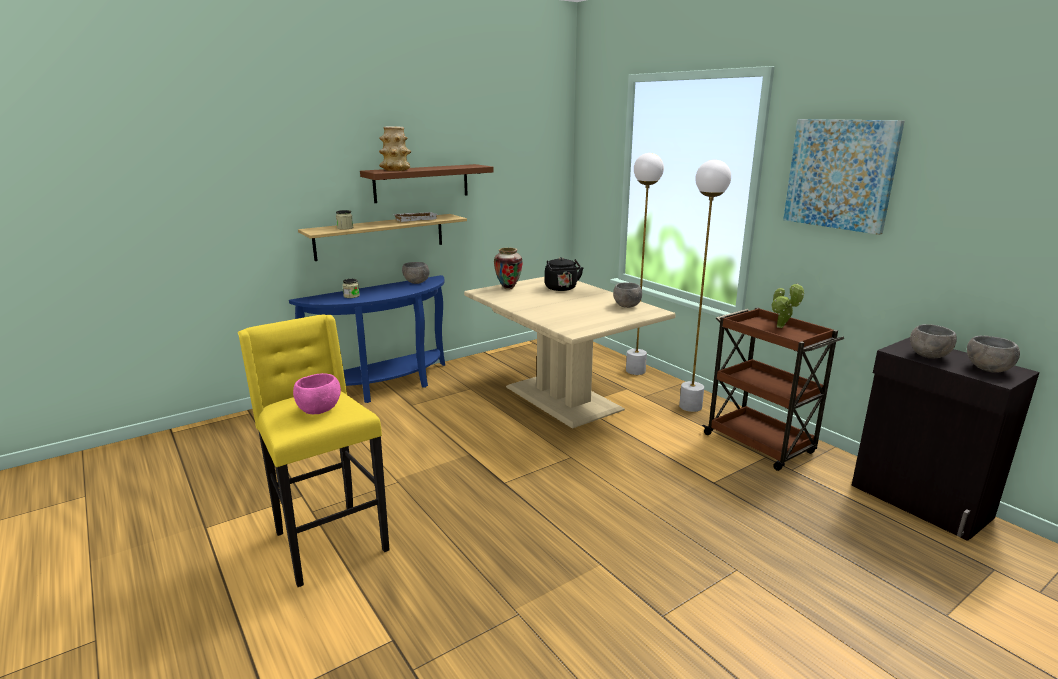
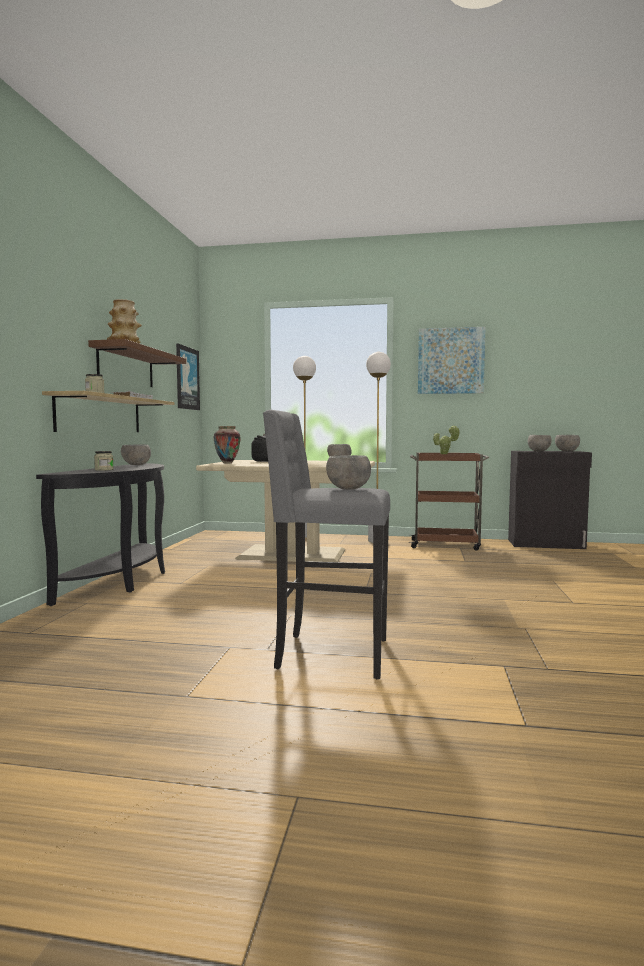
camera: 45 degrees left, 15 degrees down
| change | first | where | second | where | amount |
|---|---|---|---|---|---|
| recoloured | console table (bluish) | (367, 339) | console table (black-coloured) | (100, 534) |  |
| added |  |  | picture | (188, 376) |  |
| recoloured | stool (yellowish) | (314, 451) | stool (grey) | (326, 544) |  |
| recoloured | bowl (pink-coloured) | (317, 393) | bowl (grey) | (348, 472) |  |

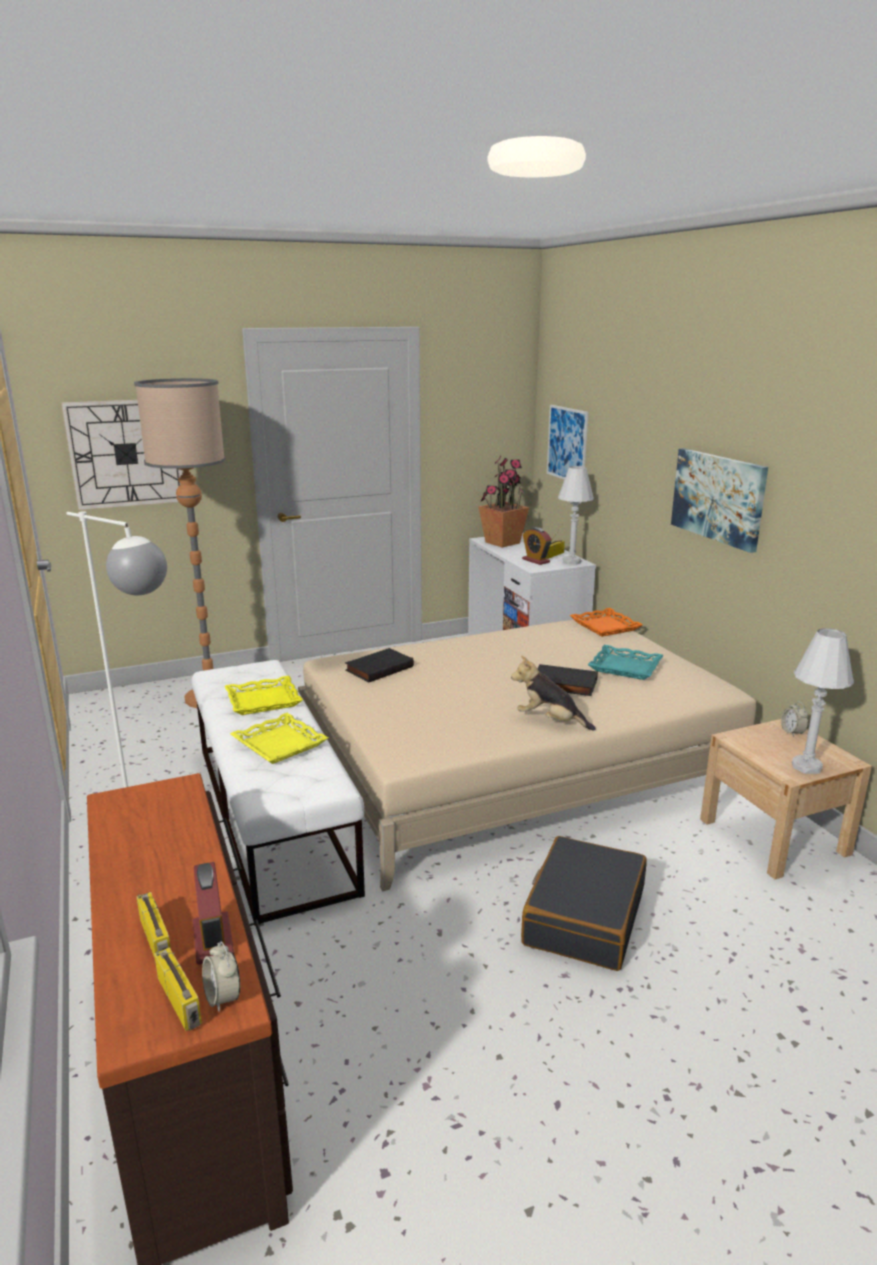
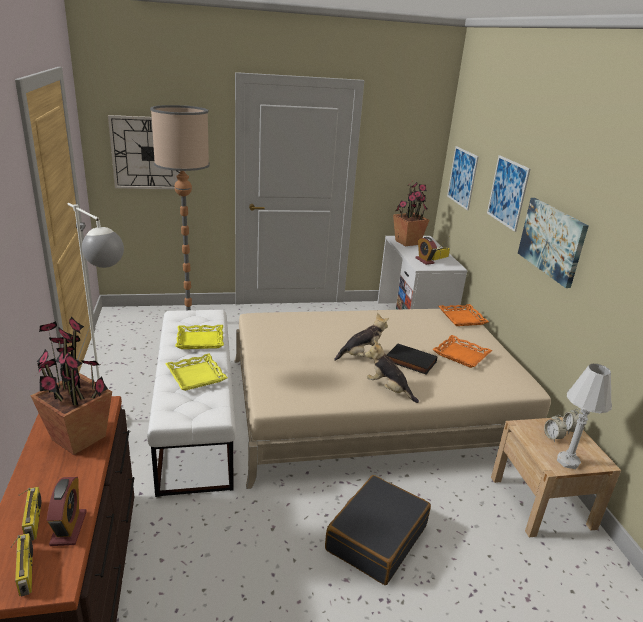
camera: 10 degrees right, 5 degrees up
| change | first | where | second | where | amount |
|---|---|---|---|---|---|
| added |  |  | potted plant | (71, 386) |  |
| added |  |  | soft toy | (361, 337) |  |
| recoloured | carrying tray (blue-green) | (626, 662) | carrying tray (orange) | (462, 351) |  |
| added |  |  | picture | (508, 193) |  |
| moved | table clock | (221, 976) |  | (555, 428) |  |
| removed | bound book (black-coloured) | (379, 665) |  |  |  |
| removed | lamp for a table (white) | (576, 515) |  |  |  |

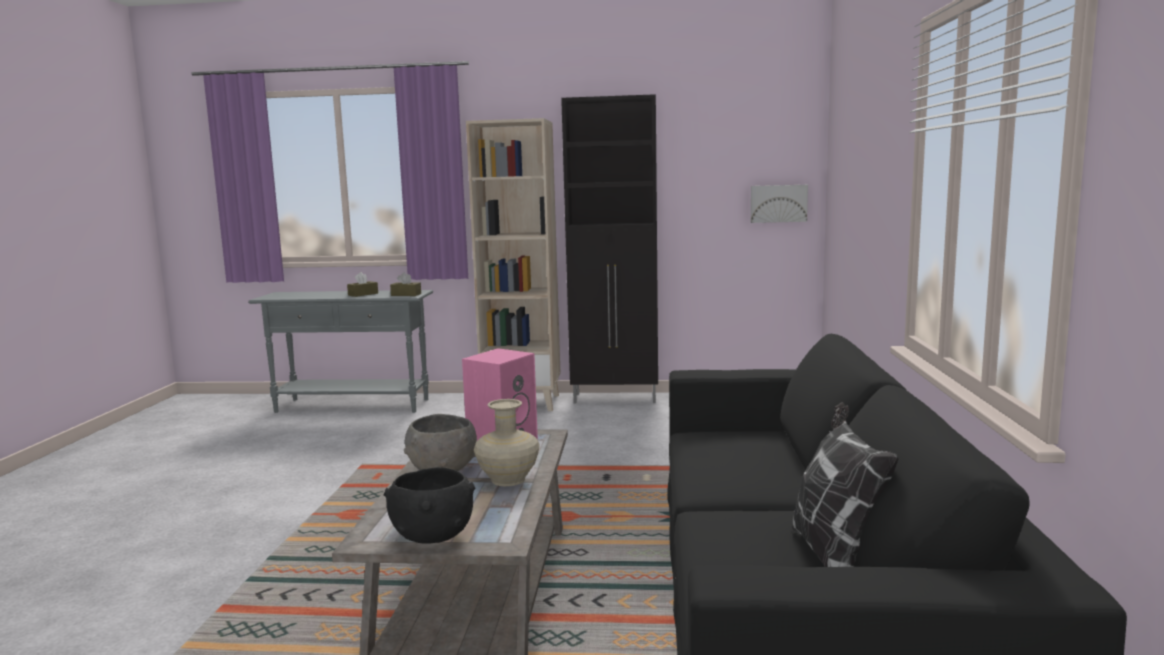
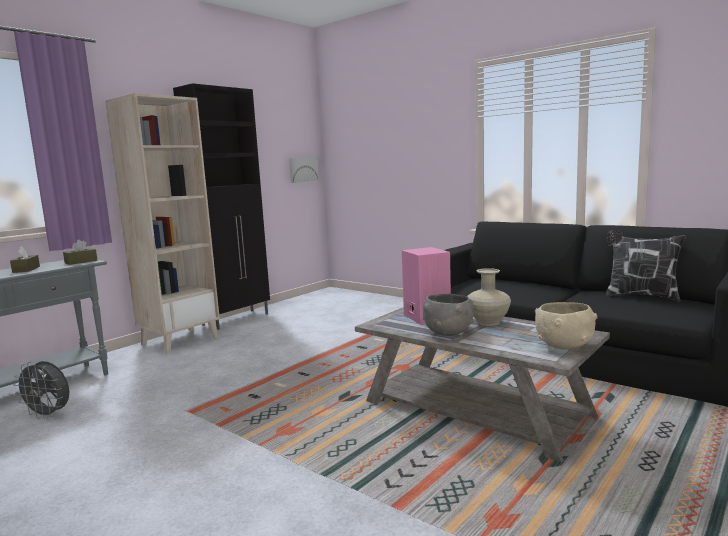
camera: 55 degrees left, 0 degrees up
| change | first | where | second | where | amount |
|---|---|---|---|---|---|
| added |  |  | cooling fan (grey) | (41, 390) |  |
| recoloured | bowl (black-coloured) | (429, 505) | bowl (beige-coloured) | (566, 326) |  |

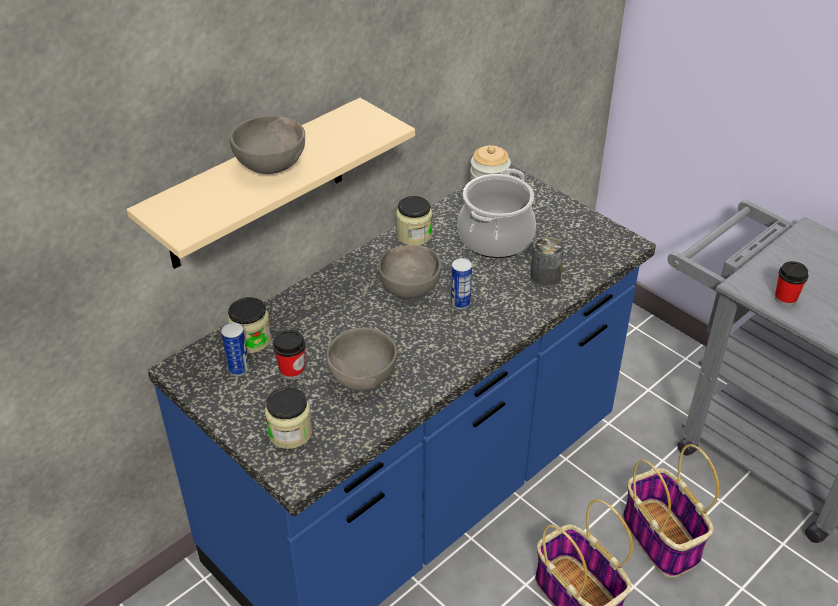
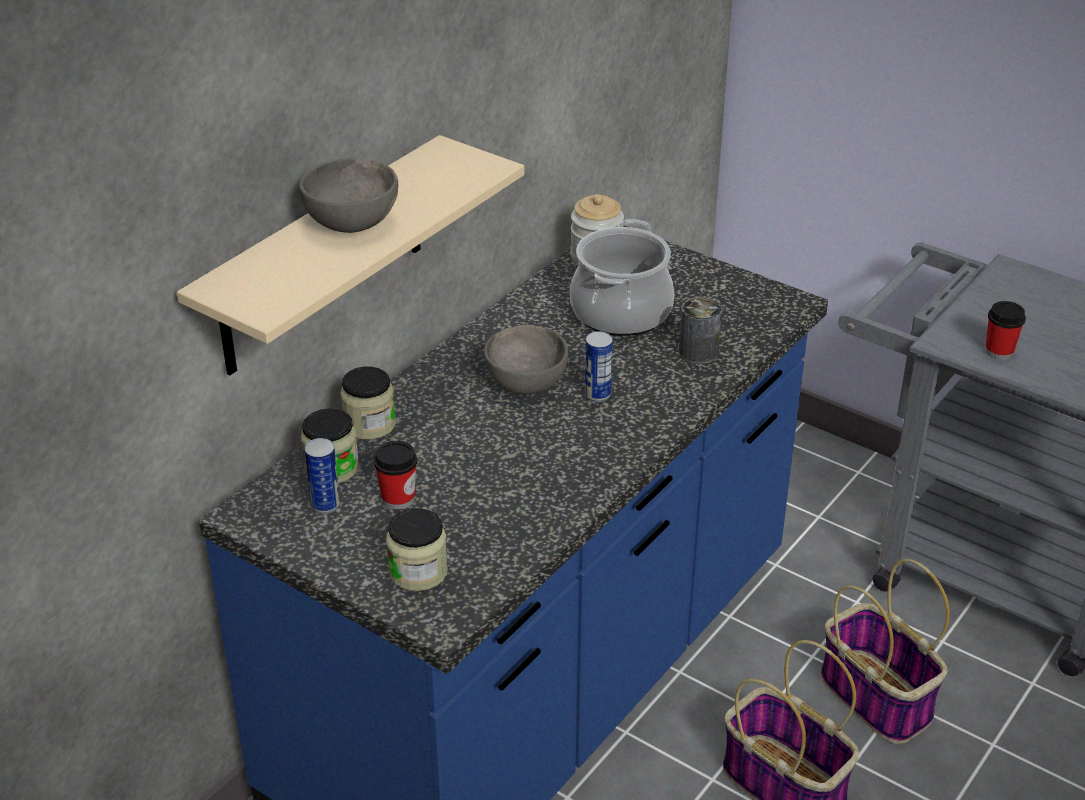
camera: 10 degrees left, 5 degrees down
| change | first | where | second | where | amount |
|---|---|---|---|---|---|
| moved | preserve jar | (414, 220) |  | (368, 403) |  |
| removed | bowl (grey) | (361, 359) |  |  |  |

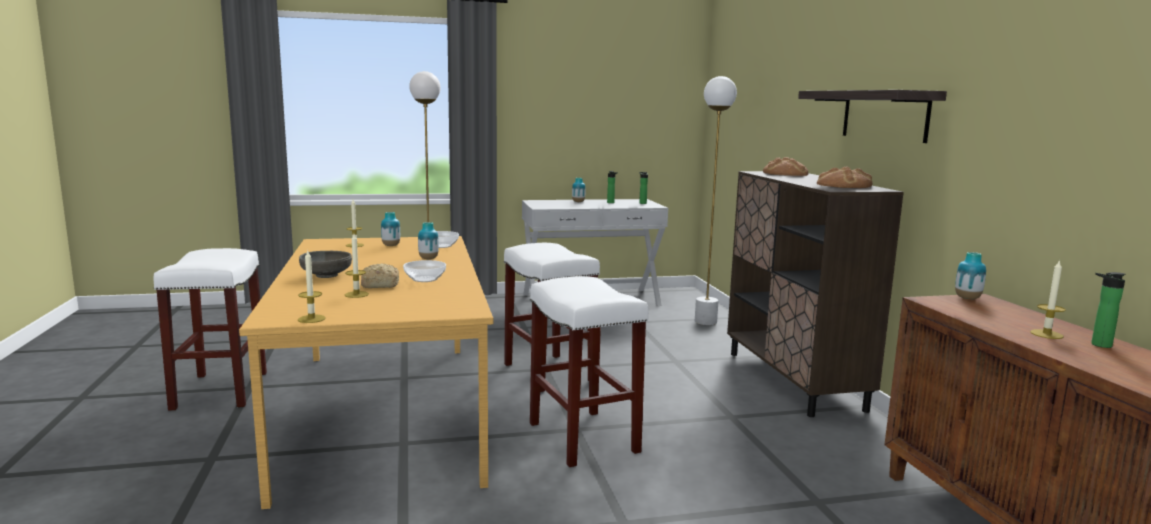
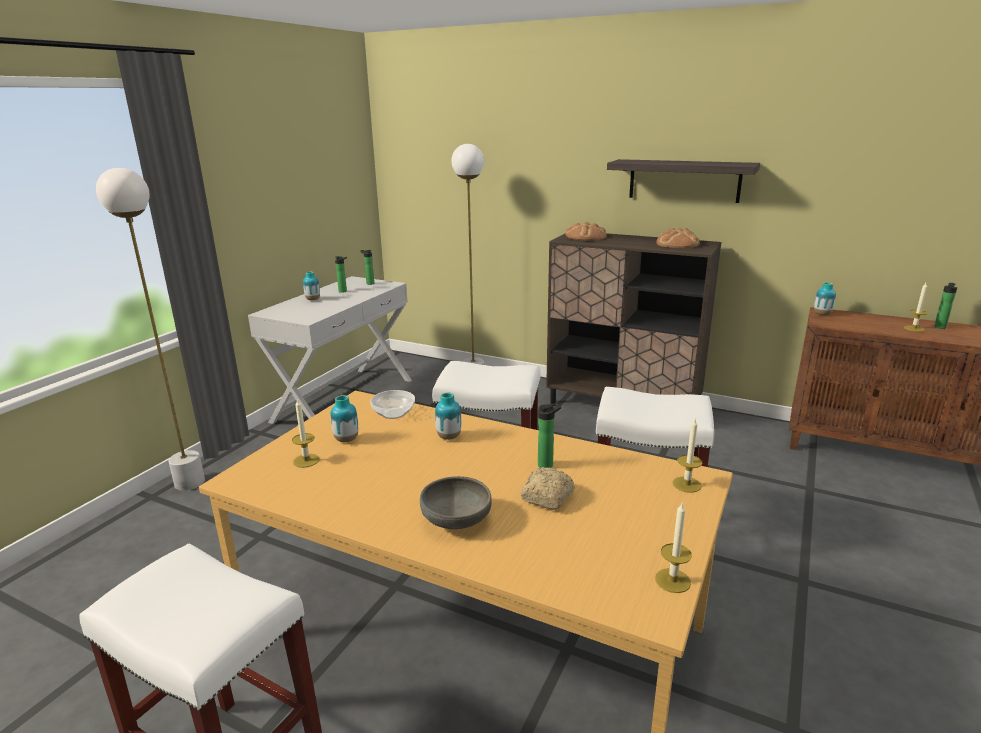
camera: 50 degrees left, 10 degrees up
| change | first | where | second | where | amount |
|---|---|---|---|---|---|
| replaced | bowl | (424, 271) | beverage bottle | (549, 435) |  |
| moved | candle | (357, 266) |  | (687, 456) |  |

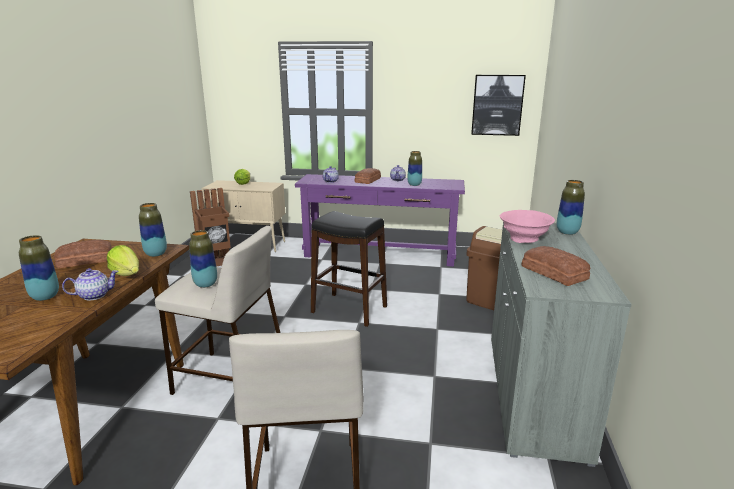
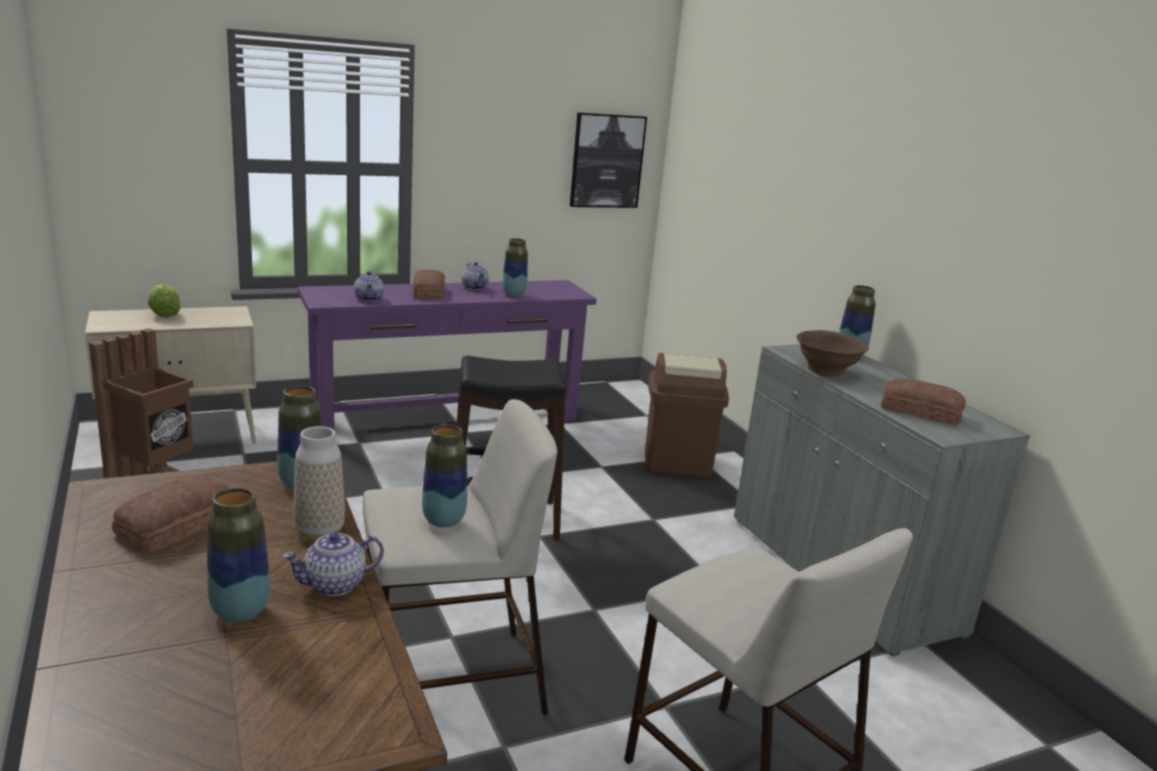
camera: 35 degrees left, 0 degrees up
| change | first | where | second | where | amount |
|---|---|---|---|---|---|
| turned | tea pot | (90, 284) |  | (333, 564) | 150 degrees counterclockwise |
| replaced | head of lettuce | (123, 260) | vase | (319, 483) |  |
| recoloured | bowl (pink-coloured) | (527, 226) | bowl (brown) | (832, 353) |  |

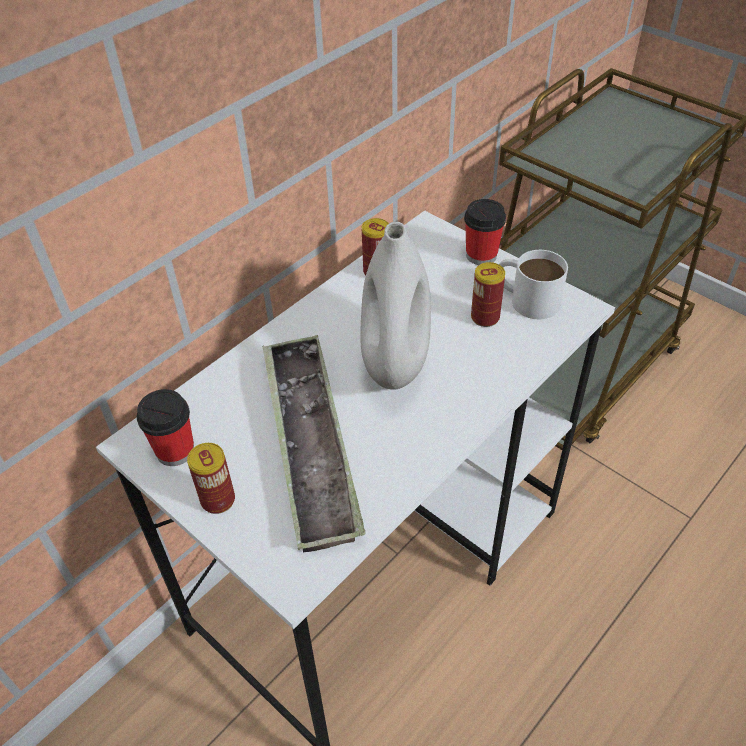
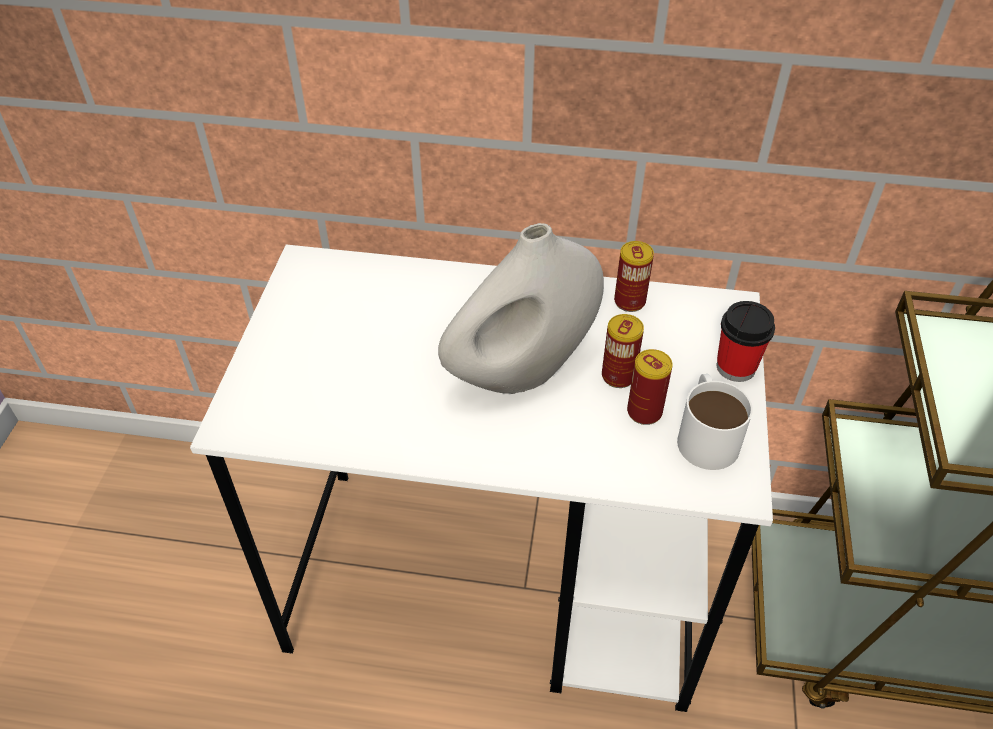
camera: 55 degrees right, 0 degrees up
| change | first | where | second | where | amount |
|---|---|---|---|---|---|
| moved | metal can | (211, 478) |  | (623, 351) |  |
| removed | small cup | (165, 427) |  |  |  |
| removed | carrying tray | (314, 443) |  |  |  |

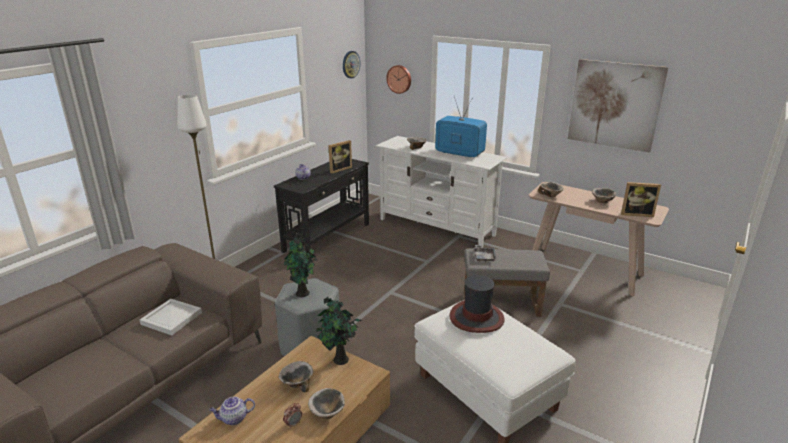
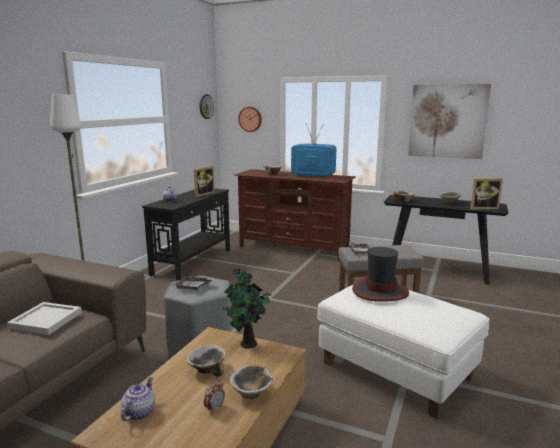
camera: 10 degrees left, 10 degrees down
| change | first | where | second | where | amount |
|---|---|---|---|---|---|
| turned | tea pot | (232, 410) |  | (138, 399) | 135 degrees clockwise |
| replaced | potted plant | (300, 267) | carrying tray (grey) | (194, 282) |  |
| recoloured | tv unit (white) | (442, 192) | tv unit (brown) | (295, 215) |  |
| recoloured | console table (beige-coloured) | (599, 239) | console table (black-coloured) | (446, 240) |  |

